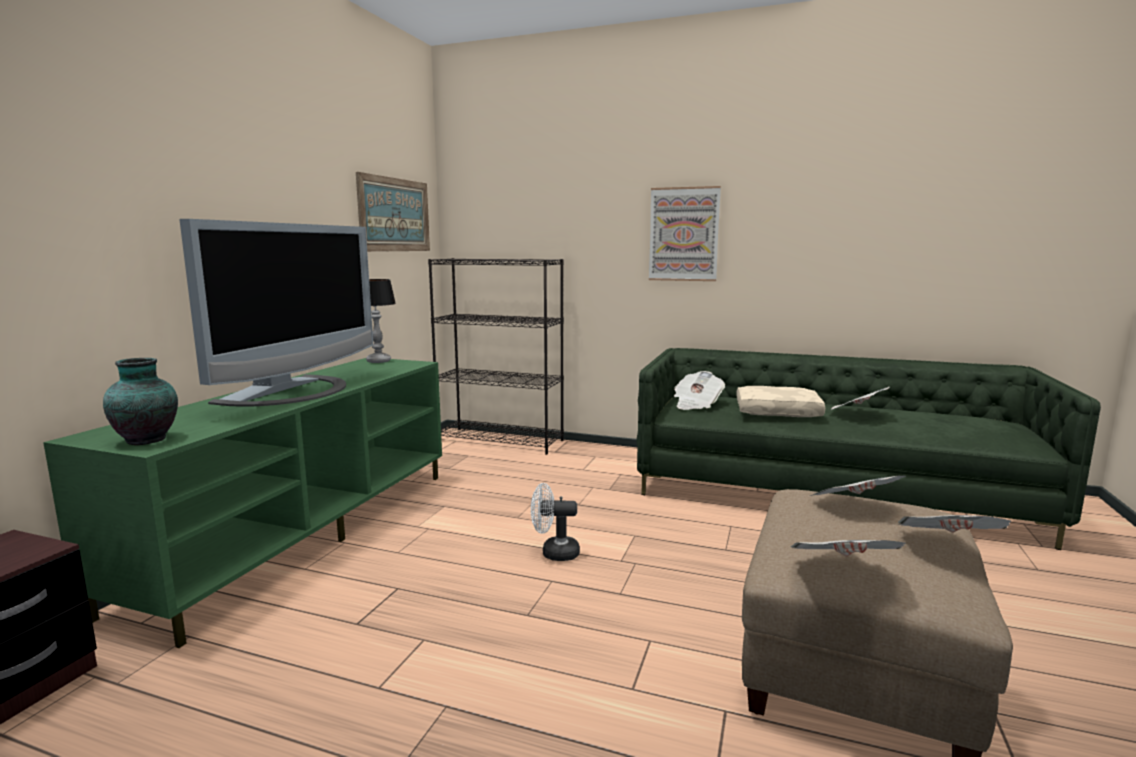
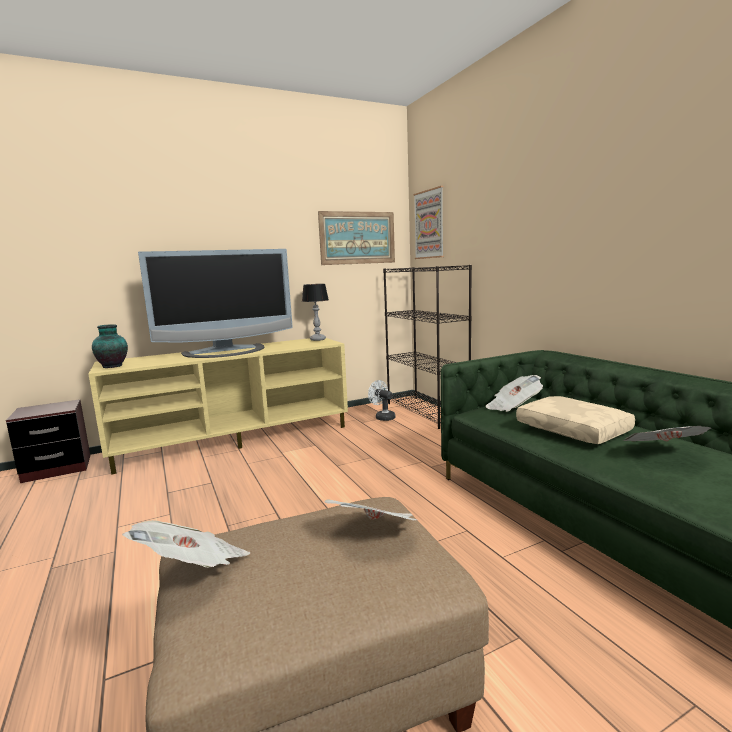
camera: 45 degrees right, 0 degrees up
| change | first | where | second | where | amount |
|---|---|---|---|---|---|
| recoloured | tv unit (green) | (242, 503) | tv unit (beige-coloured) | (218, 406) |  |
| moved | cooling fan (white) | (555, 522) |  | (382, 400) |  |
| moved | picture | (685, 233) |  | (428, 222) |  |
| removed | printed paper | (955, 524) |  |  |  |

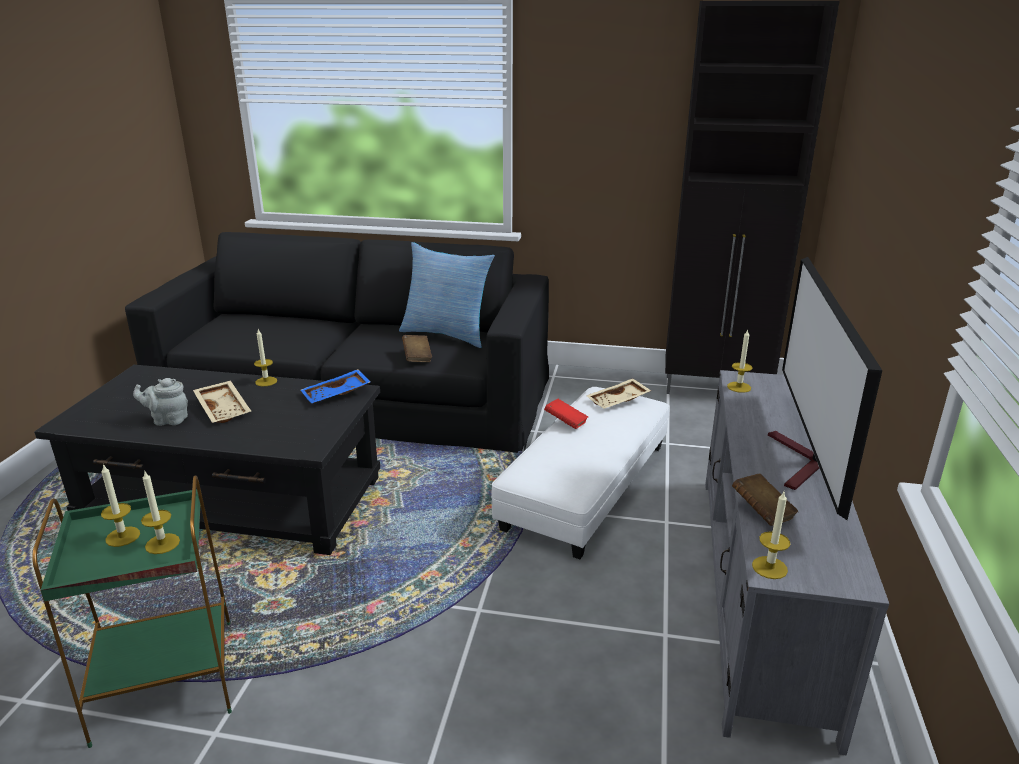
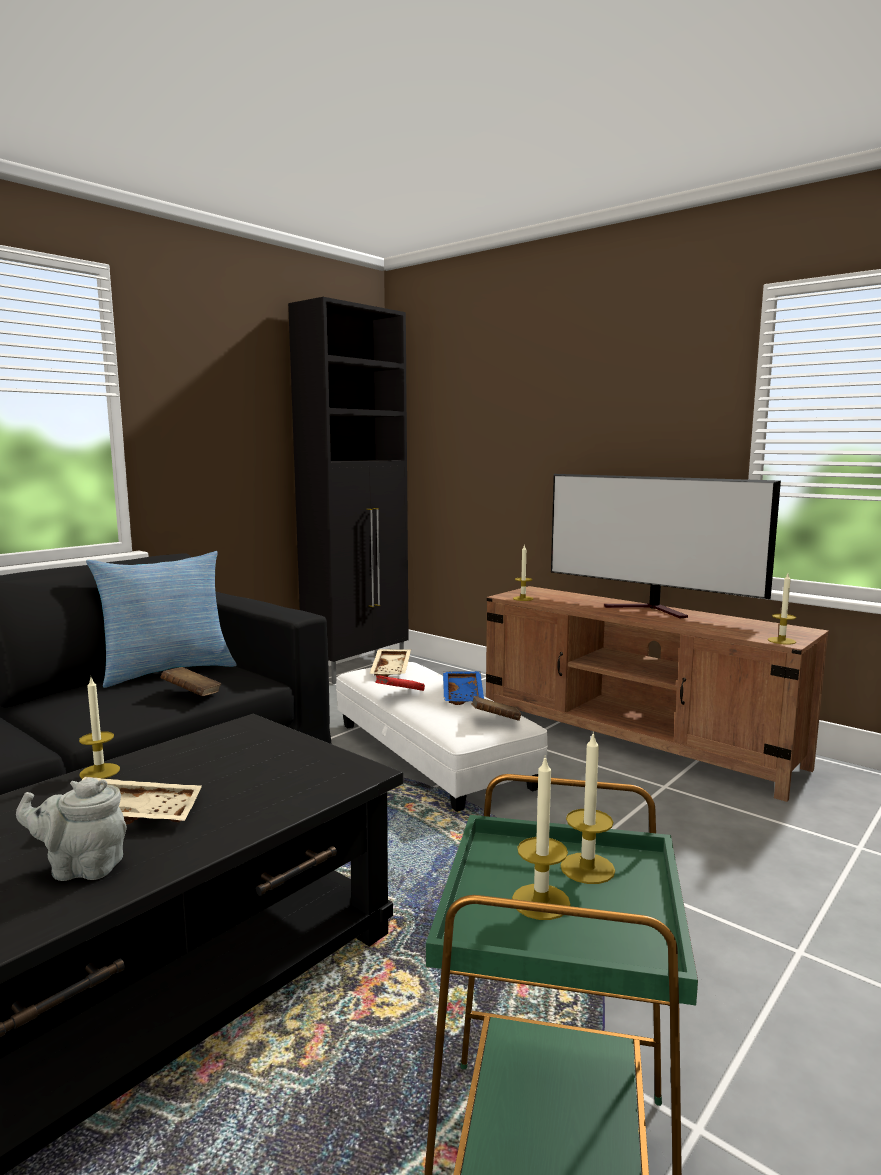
camera: 60 degrees left, 15 degrees down
| change | first | where | second | where | amount |
|---|---|---|---|---|---|
| turned | tea pot (grey) | (160, 402) |  | (71, 829) | 60 degrees clockwise |
| moved | carrying tray (bluish) | (336, 386) |  | (463, 688) |  |
| moved | bound book (brown) | (765, 499) |  | (496, 708) |  |
| recoloured | tv unit (grey) | (797, 563) | tv unit (brown) | (657, 694) |  |

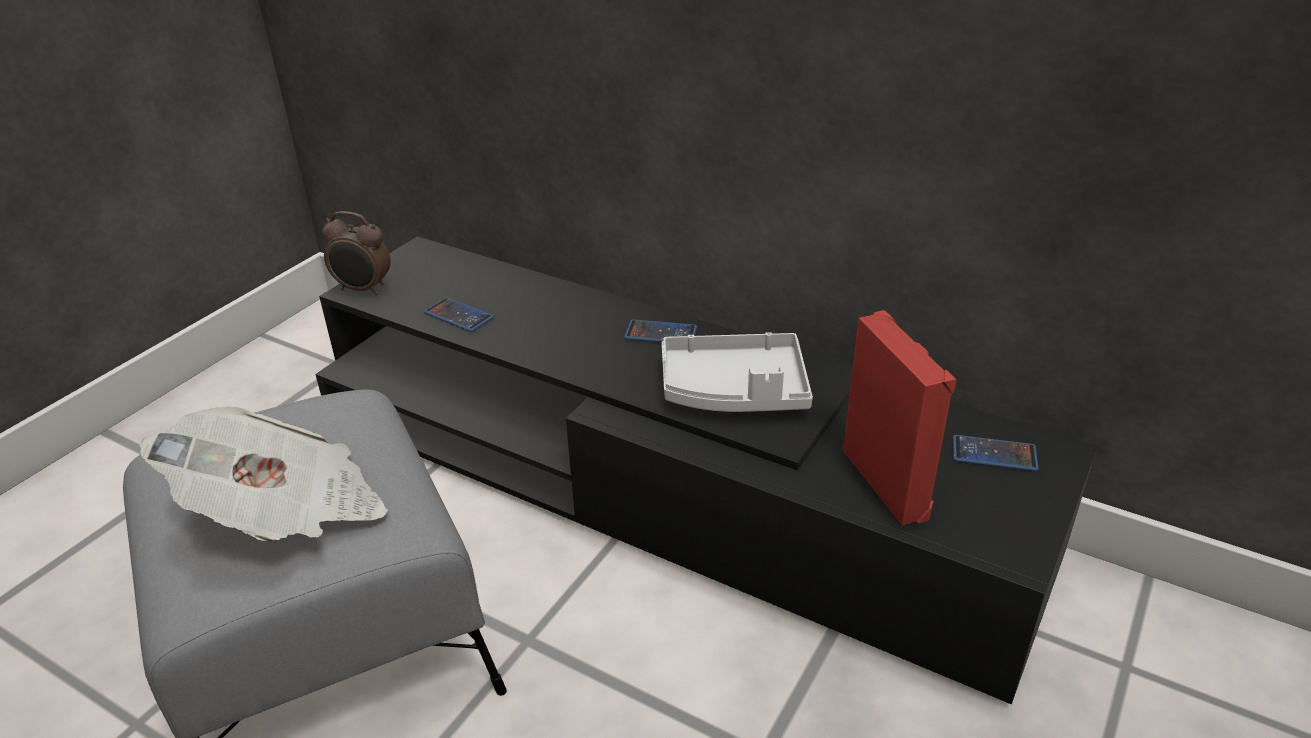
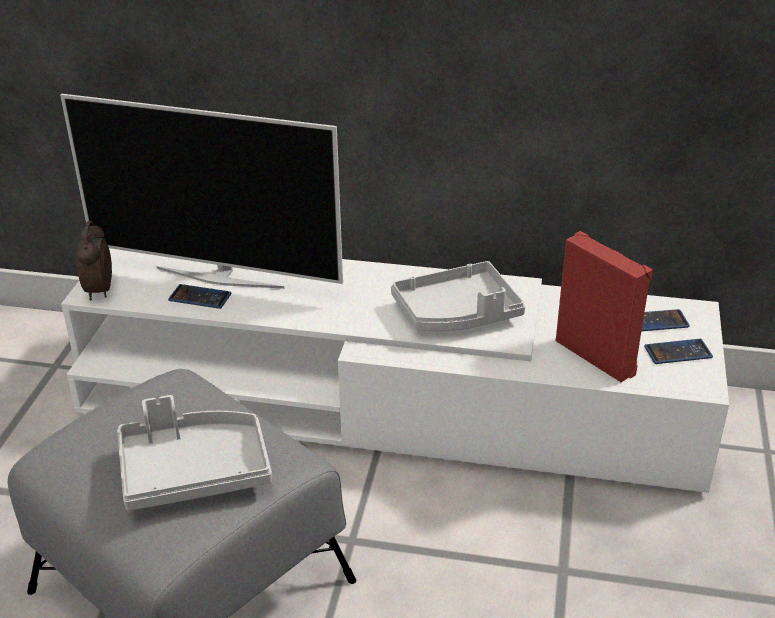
camera: 20 degrees left, 0 degrees up
| change | first | where | second | where | amount |
|---|---|---|---|---|---|
| added |  |  | TV | (201, 191) |  |
| recoloured | tv unit (black-coloured) | (706, 470) | tv unit (white) | (395, 370) |  |
| turned | table clock | (357, 253) |  | (94, 261) | 90 degrees clockwise |
| replaced | printed paper | (264, 474) | carrying tray (grey) | (194, 453) |  |
| moved | handset | (660, 331) |  | (678, 351) |  |

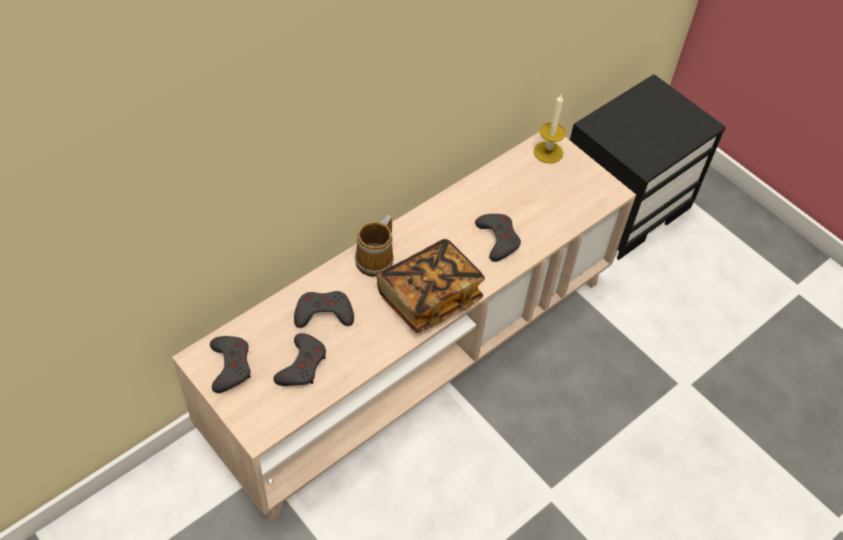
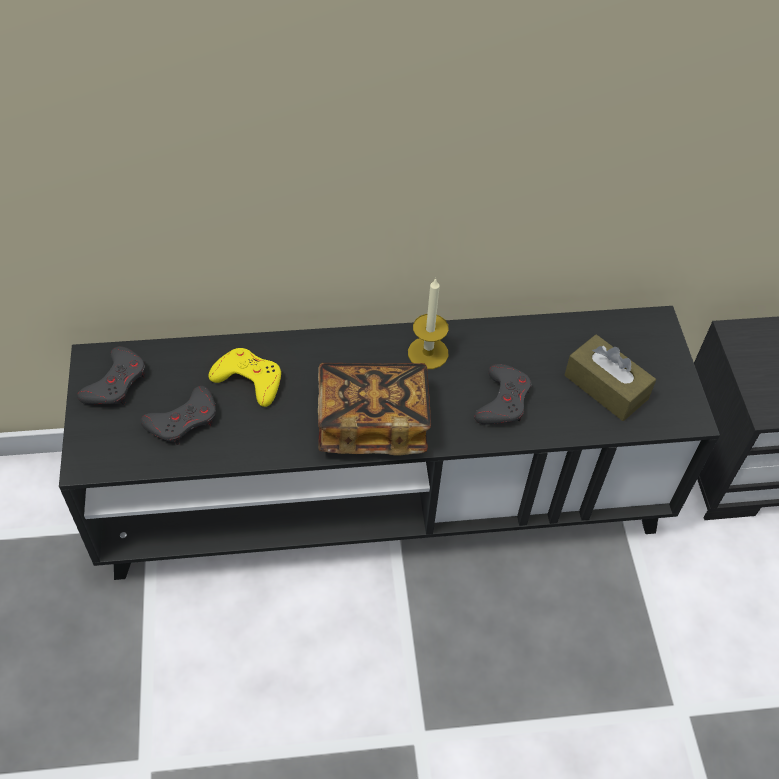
camera: 35 degrees right, 0 degrees up
| change | first | where | second | where | amount |
|---|---|---|---|---|---|
| recoloured | tv unit (beige-coloured) | (404, 327) | tv unit (black-coloured) | (389, 443) |  |
| recoloured | joypad (grey) | (324, 309) | joypad (yellowish) | (245, 377) |  |
| moved | candle | (550, 128) |  | (428, 323) |  |
| added |  |  | tissue holder (brown) | (610, 377) |  |
| removed | tea mug | (374, 246) |  |  |  |

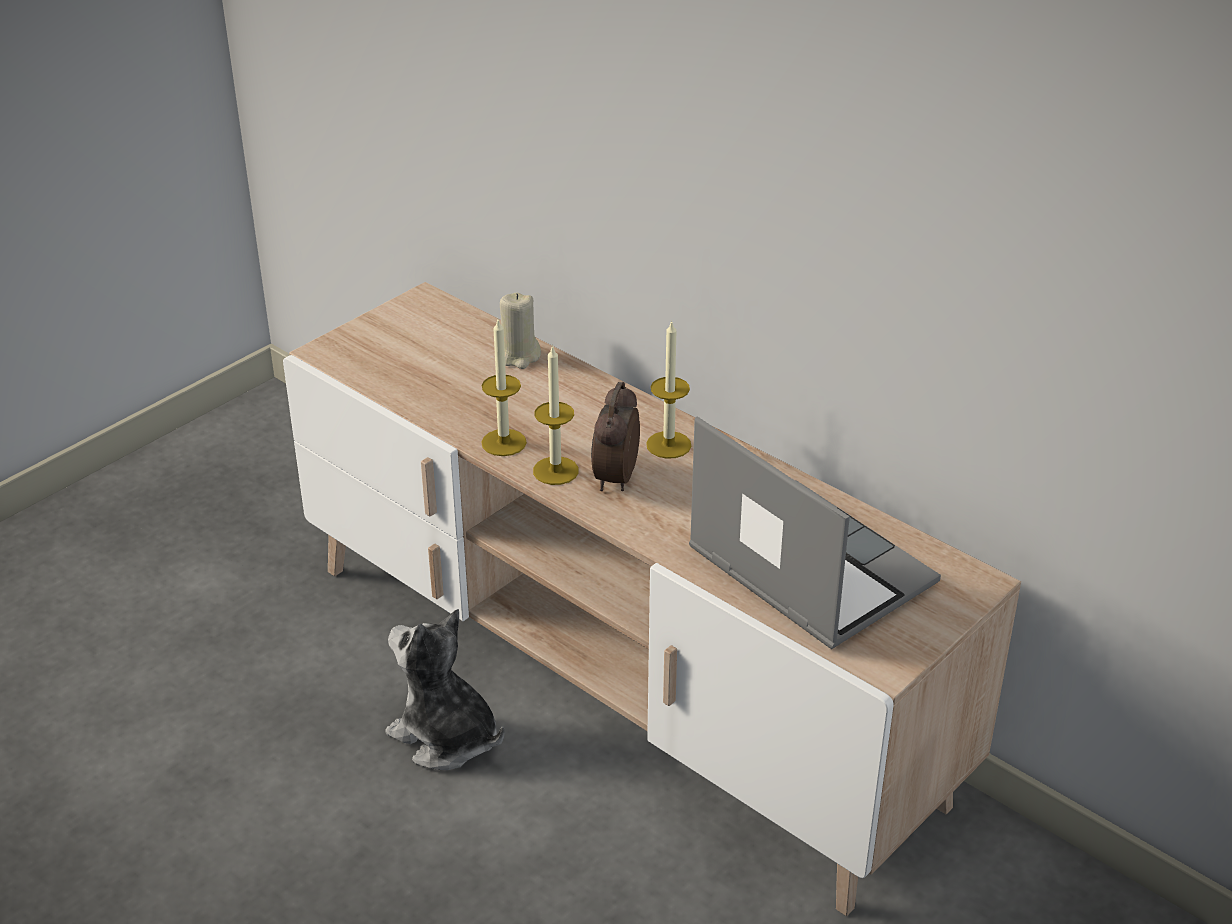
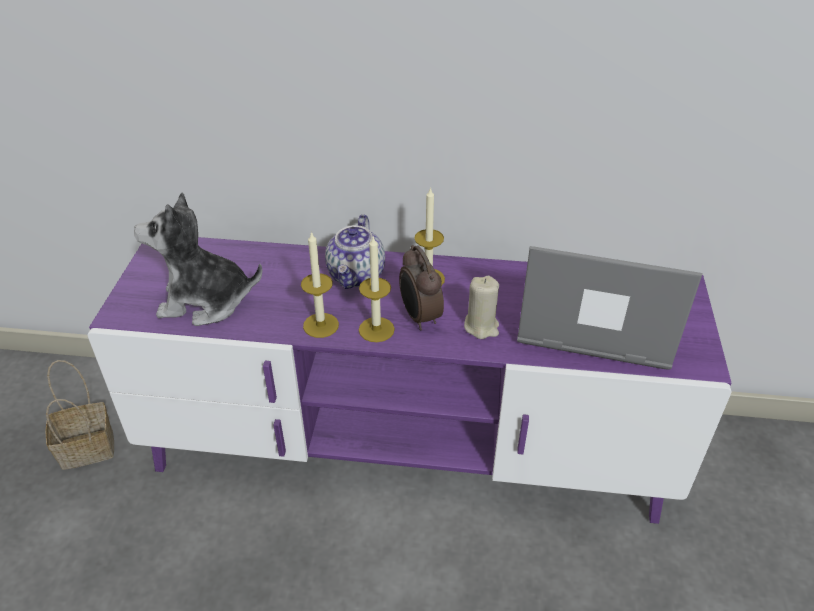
camera: 35 degrees left, 5 degrees up
| change | first | where | second | where | amount |
|---|---|---|---|---|---|
| added |  |  | storage basket | (79, 415) |  |
| recoloured | tv unit (beige-coloured) | (652, 599) | tv unit (purple) | (409, 380) |  |
| moved | soft toy | (445, 689) |  | (198, 259) |  |
| added |  |  | tea pot | (355, 251) |  |
| moved | candle (beige-coloured) | (520, 331) |  | (481, 307) |  |

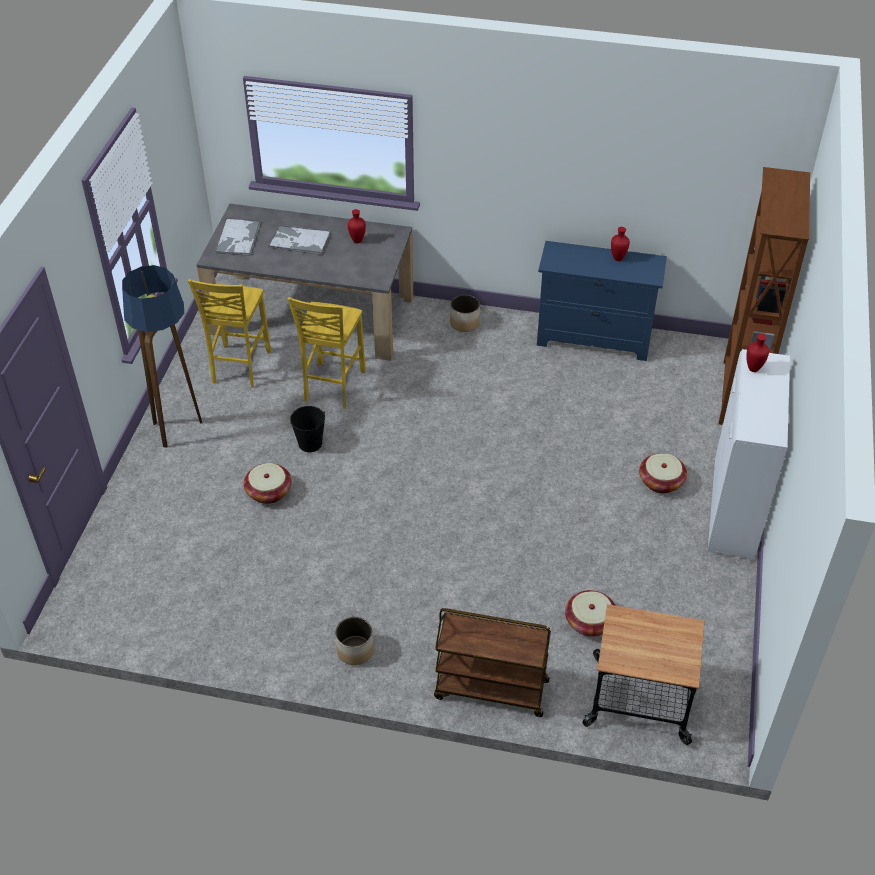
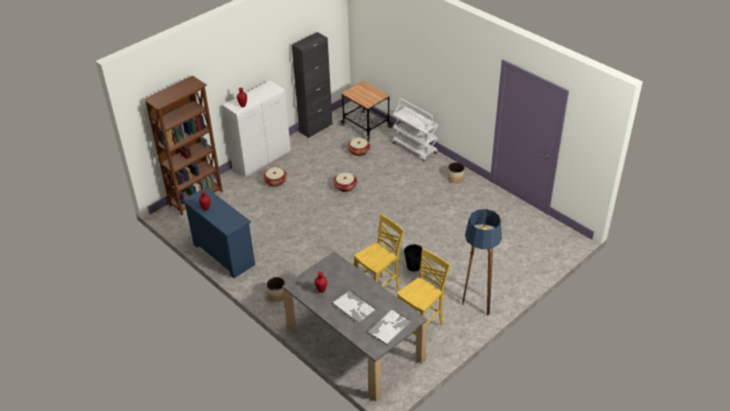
camera: 145 degrees left, 5 degrees down
| change | first | where | second | where | amount |
|---|---|---|---|---|---|
| added |  |  | storage cabinet (black-coloured) | (312, 85) |  |
| moved | storage basket | (268, 483) |  | (345, 182) |  |
| recoloured | cart (brown) | (492, 662) | cart (white) | (415, 130) |  |

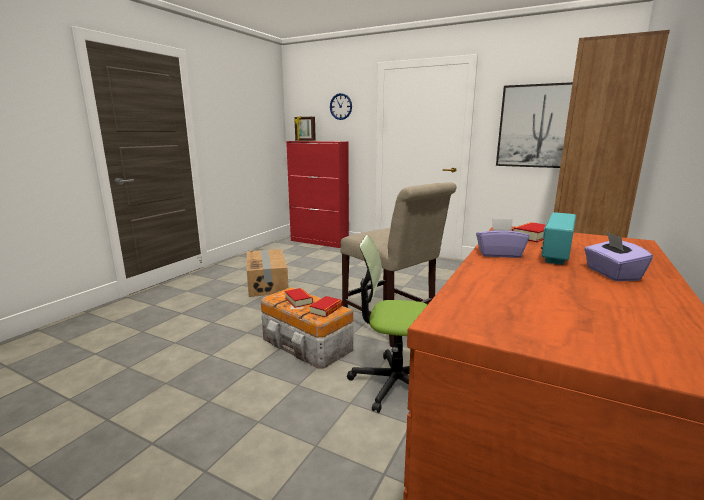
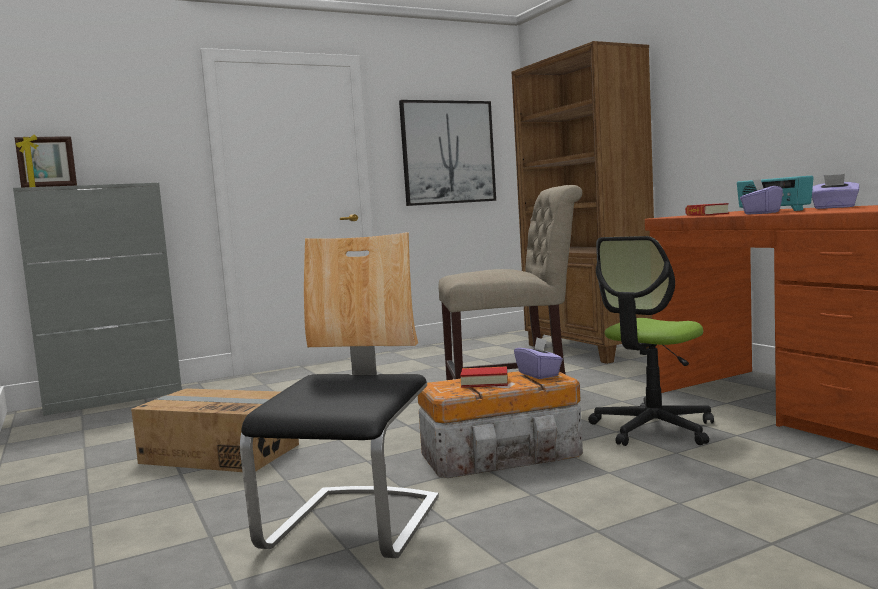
camera: 55 degrees left, 10 degrees down
| change | first | where | second | where | amount |
|---|---|---|---|---|---|
| recoloured | storage cabinet (red-coloured) | (317, 194) | storage cabinet (grey) | (97, 299) |  |
| added |  |  | upright chair | (339, 395) |  |
| replaced | bound book | (325, 306) | tissue holder (purple) | (538, 358) |  |
| removed | wall clock | (341, 106) |  |  |  |

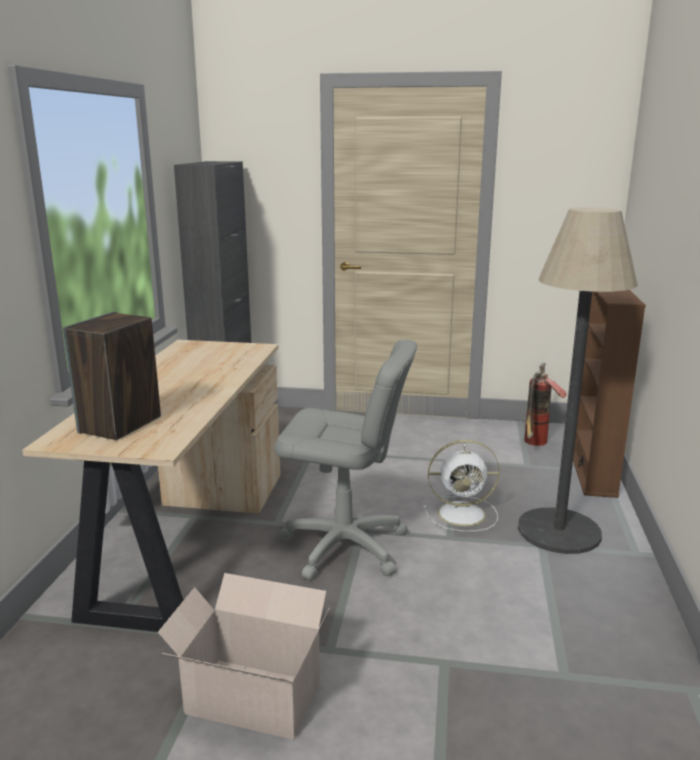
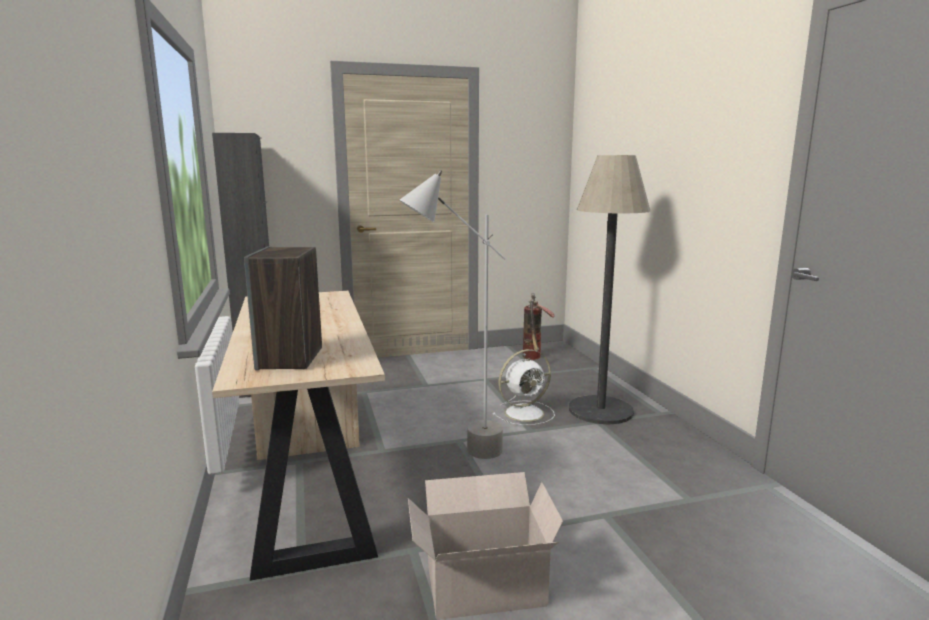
camera: 25 degrees left, 5 degrees down
| change | first | where | second | where | amount |
|---|---|---|---|---|---|
| replaced | office chair (grey) | (346, 460) | standing lamp (grey) | (453, 314) |  |
| removed | bookshelf (brown) | (609, 394) |  |  |  |

